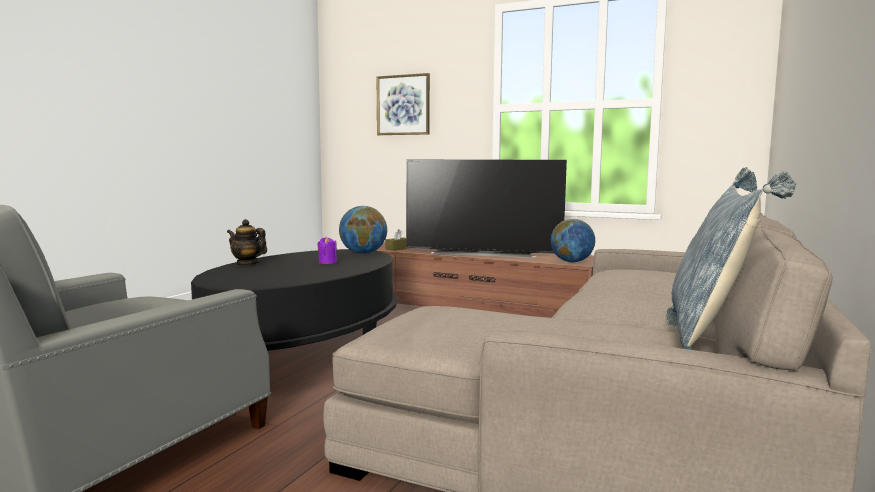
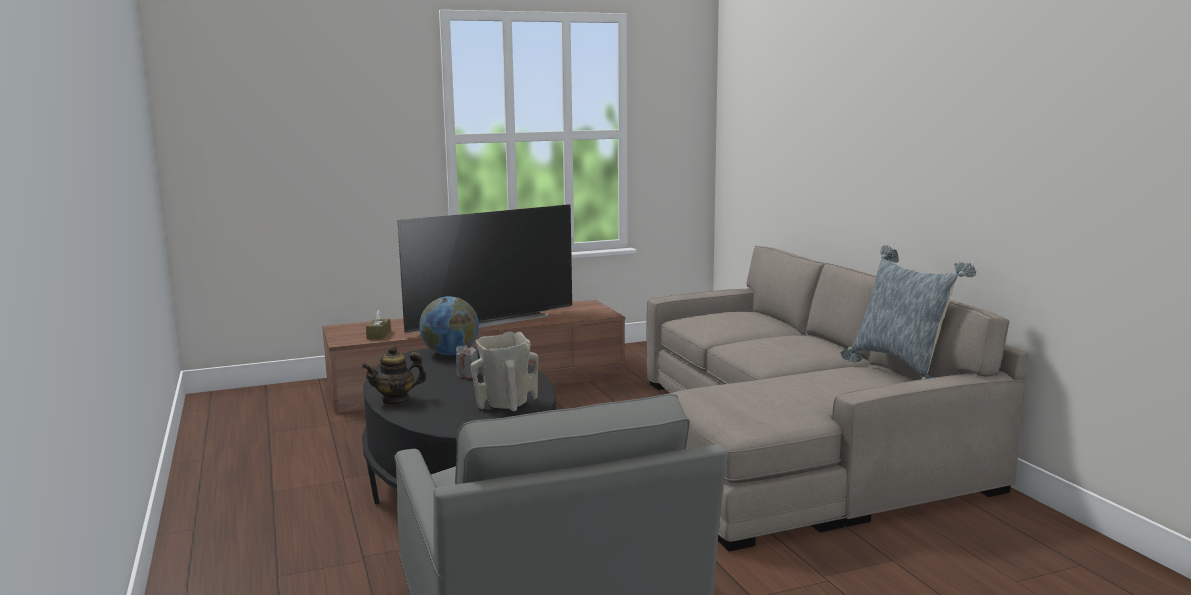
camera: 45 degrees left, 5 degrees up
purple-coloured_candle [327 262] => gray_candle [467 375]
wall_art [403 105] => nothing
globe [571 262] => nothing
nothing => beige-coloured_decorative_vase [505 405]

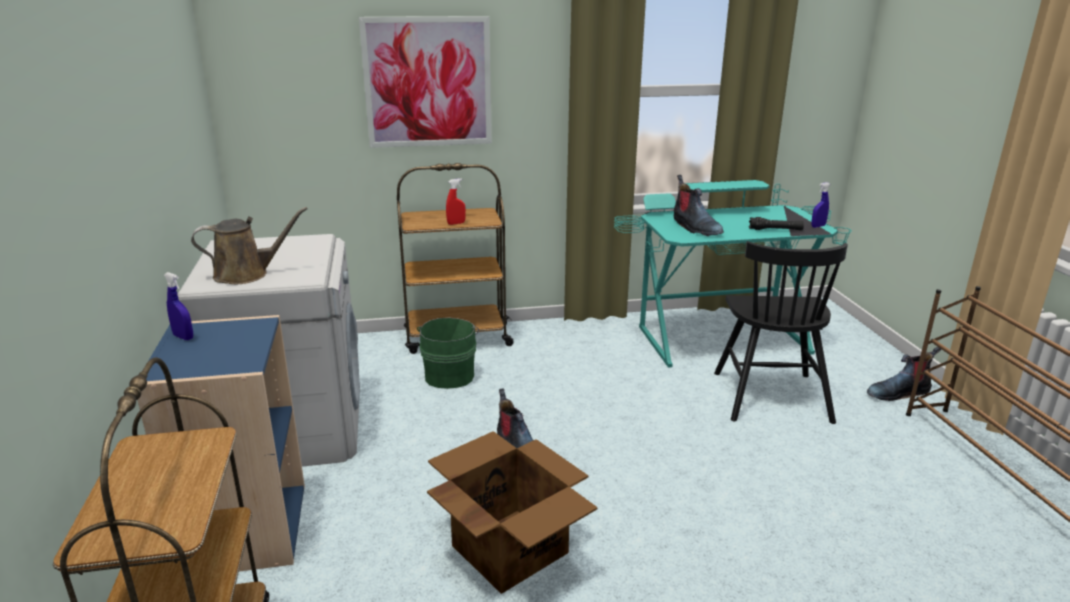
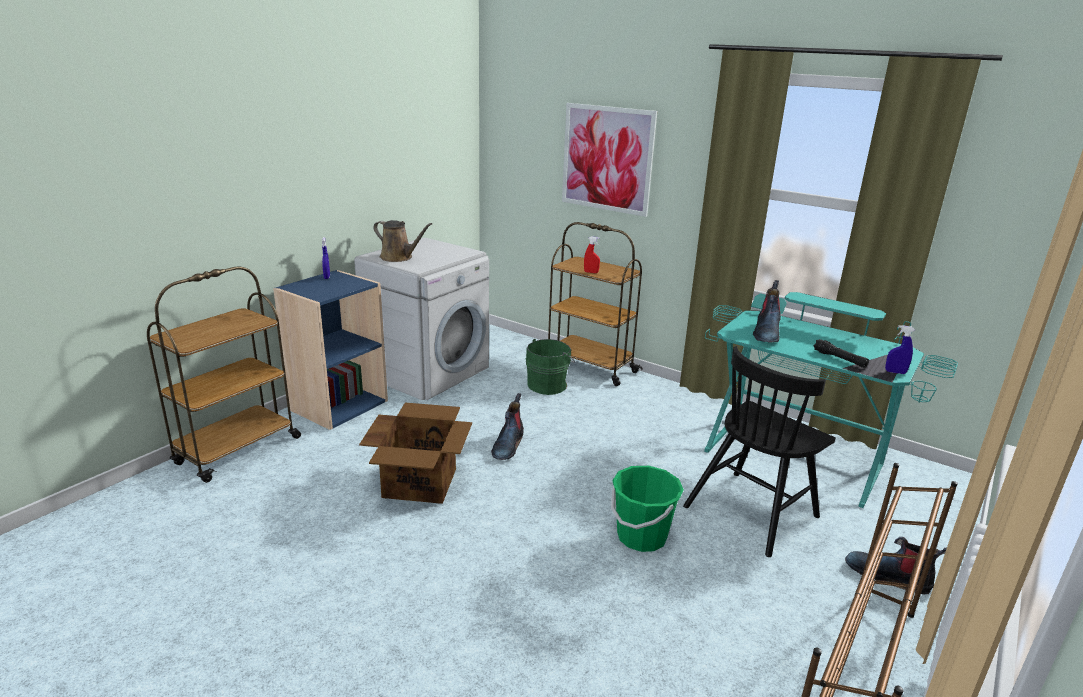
camera: 45 degrees right, 0 degrees up
nothing => green_water_bucket [641 536]

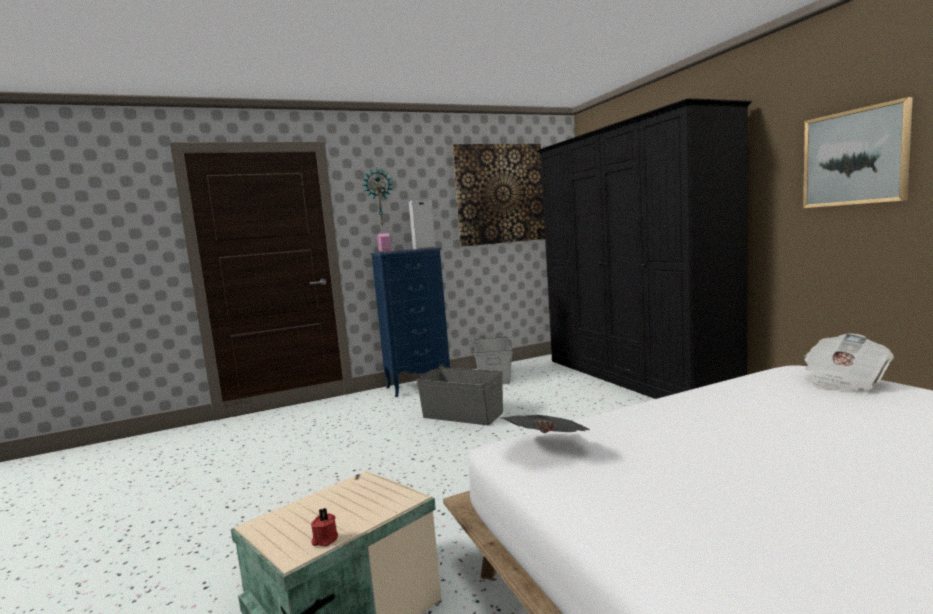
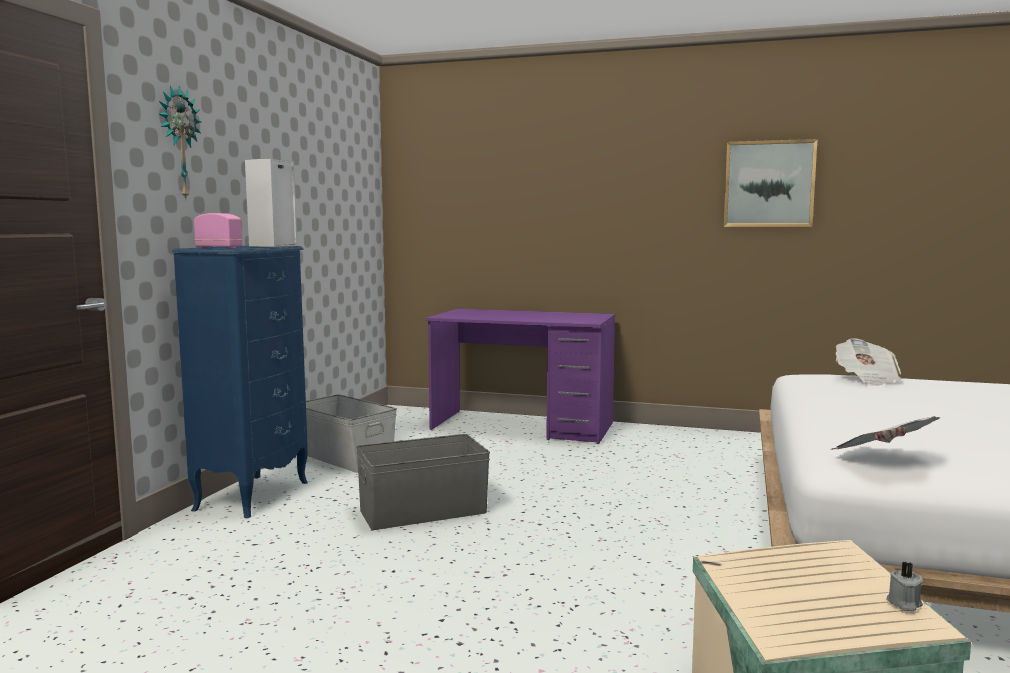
camera: 50 degrees left, 0 degrees up
red_candle [325 540] => gray_candle [904 603]
wall_art [500 194] => nothing
blackish_clothes_cupboard [634 377] => purple-coloured_desk_unit [522 427]

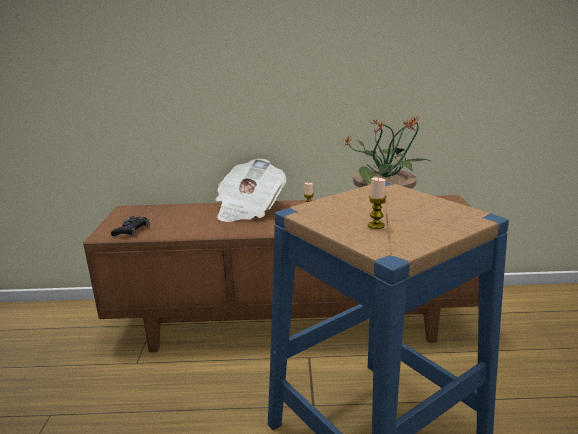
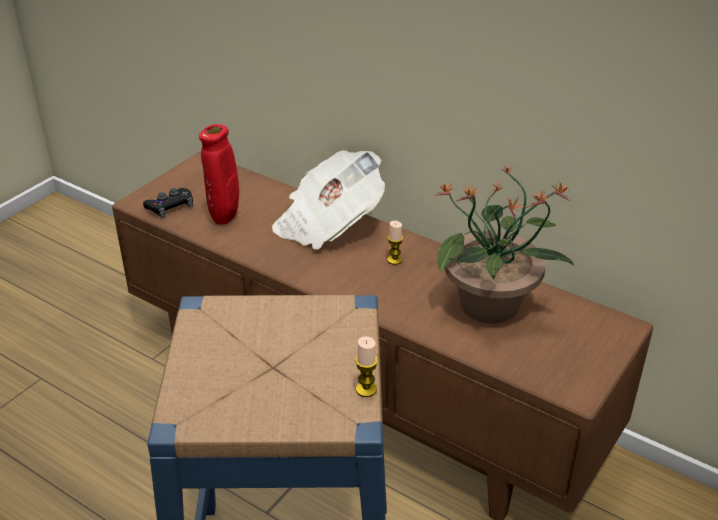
camera: 35 degrees right, 15 degrees up
candle [376 225] => candle [366 389], relocated
nothing => red_decorative_vase [225 220]

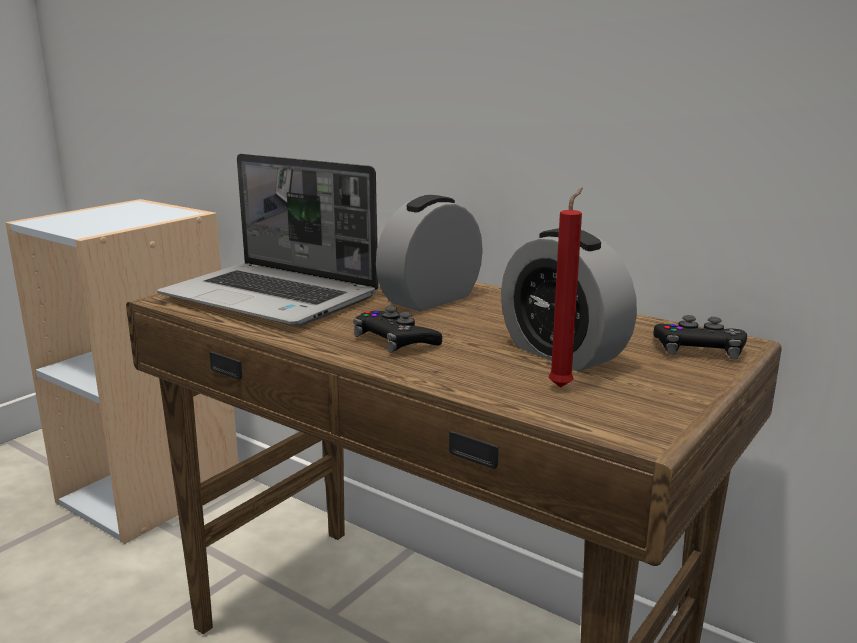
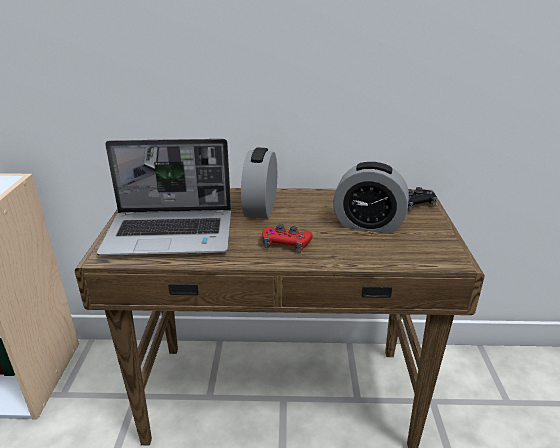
camera: 35 degrees left, 10 degrees up
blackish_joypad [395 340] => red_joypad [286 243]
red_candle [562 386] => nothing

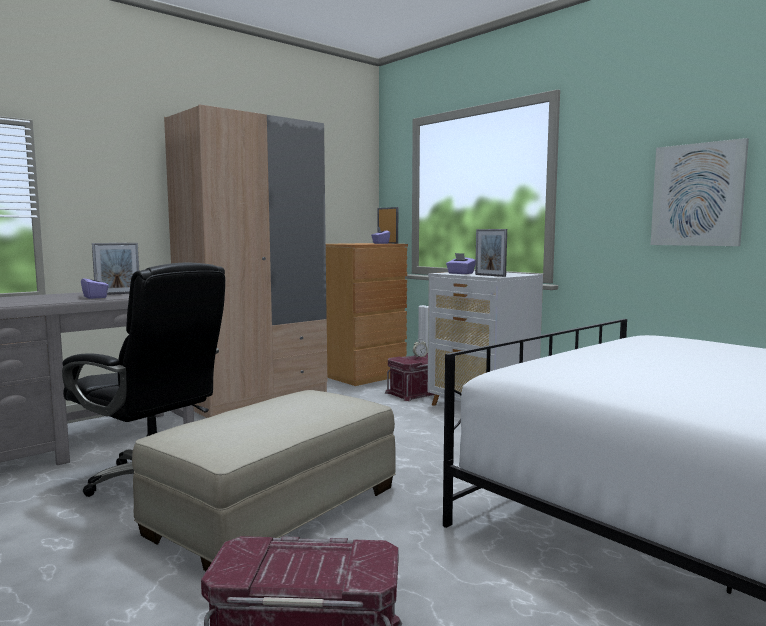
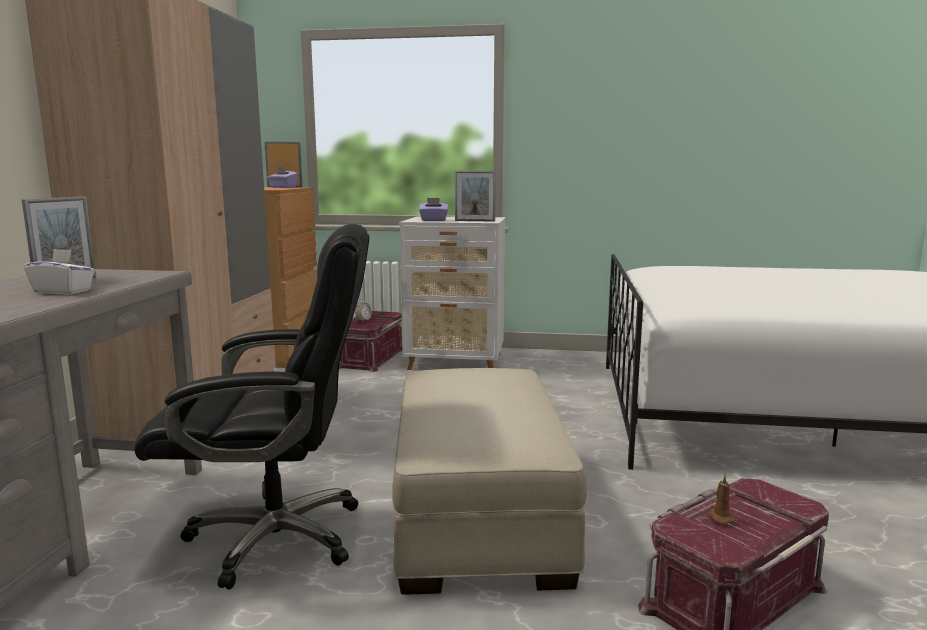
camera: 40 degrees left, 5 degrees up
purple-coloured_tissue_box [95 297] => whitish_tissue_box [63 291]
wall_art [697 195] => nothing
nothing => brown_candle [720 517]

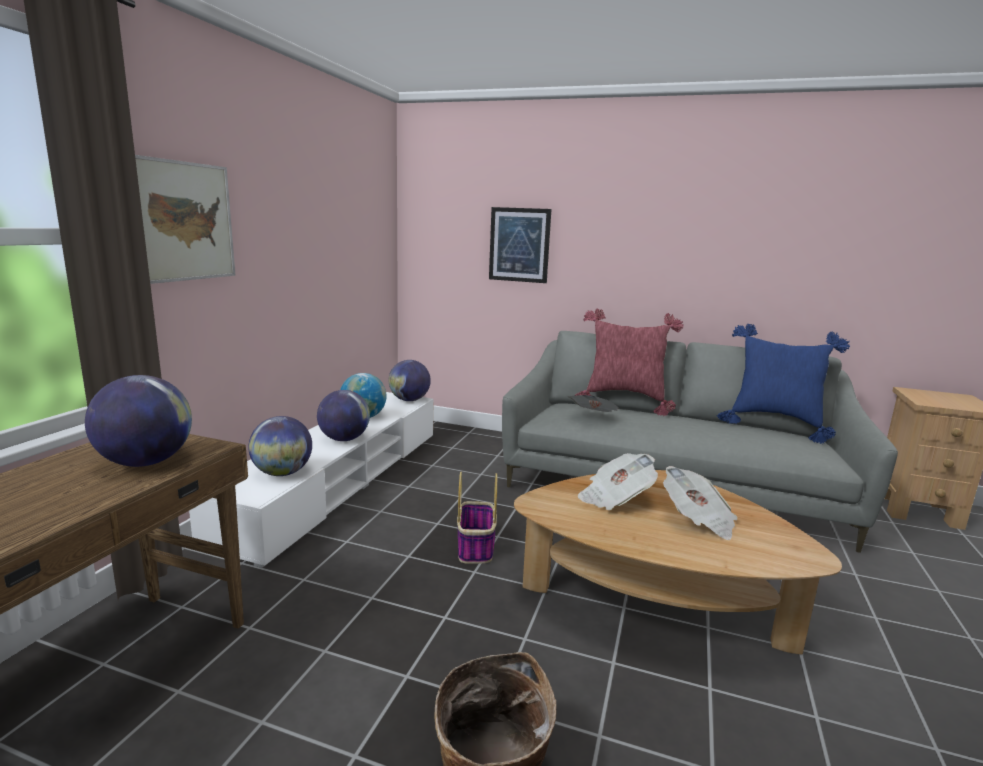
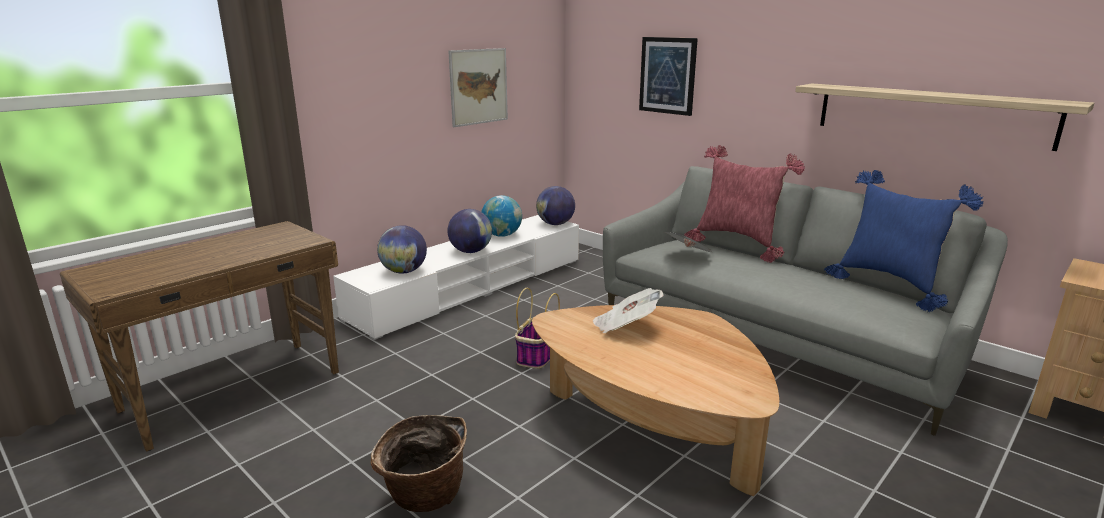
camera: 25 degrees right, 5 degrees up
globe [146 462] => nothing
wall_art [186 221] => wall_art [479 86], relocated
newspaper [698 520] => nothing
nothing => bracket_shelf [930 114]

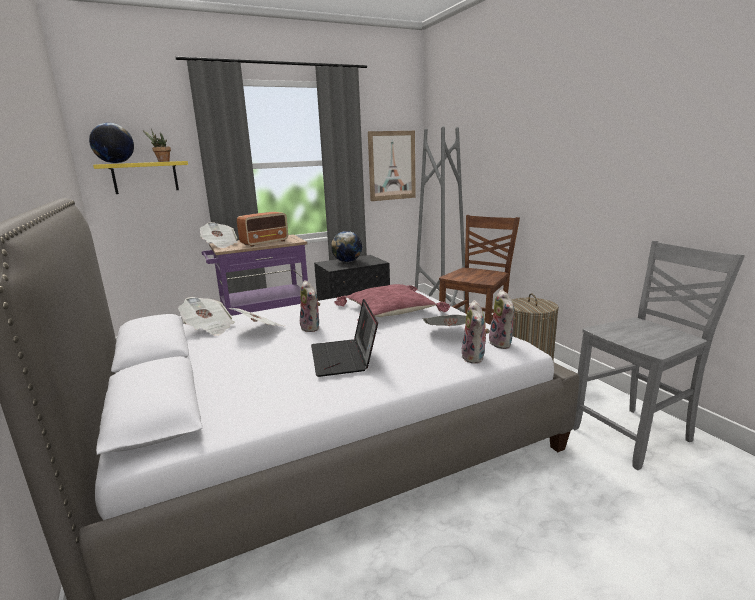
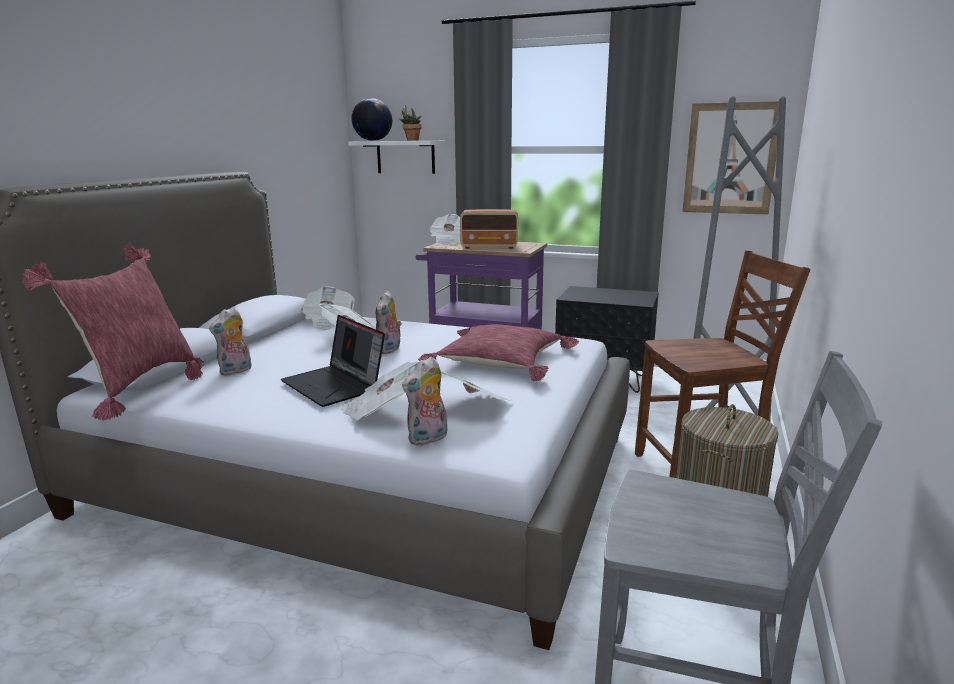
camera: 45 degrees right, 0 degrees up
yellow-coloured_bracket_shelf [145 177] => whitish_bracket_shelf [405 157]
notebook_computer [344 358] => notebook_computer [335 385], 75 degrees counterclockwise
globe [347 261] => nothing
plush_toy [502 344] => plush_toy [236 371], relocated
nothing => red_throw_pillow [137 397]
nothing => newspaper [382 411]

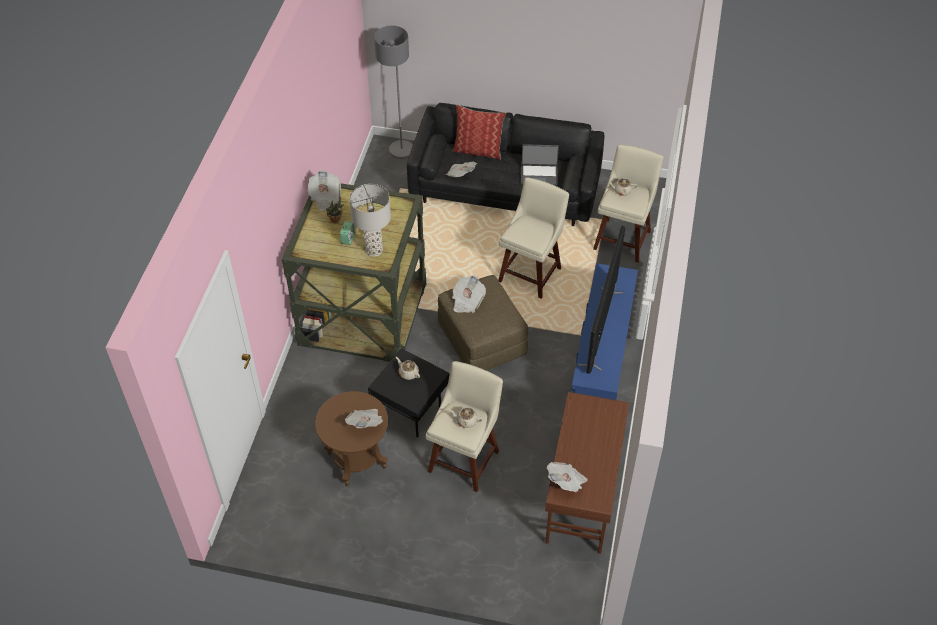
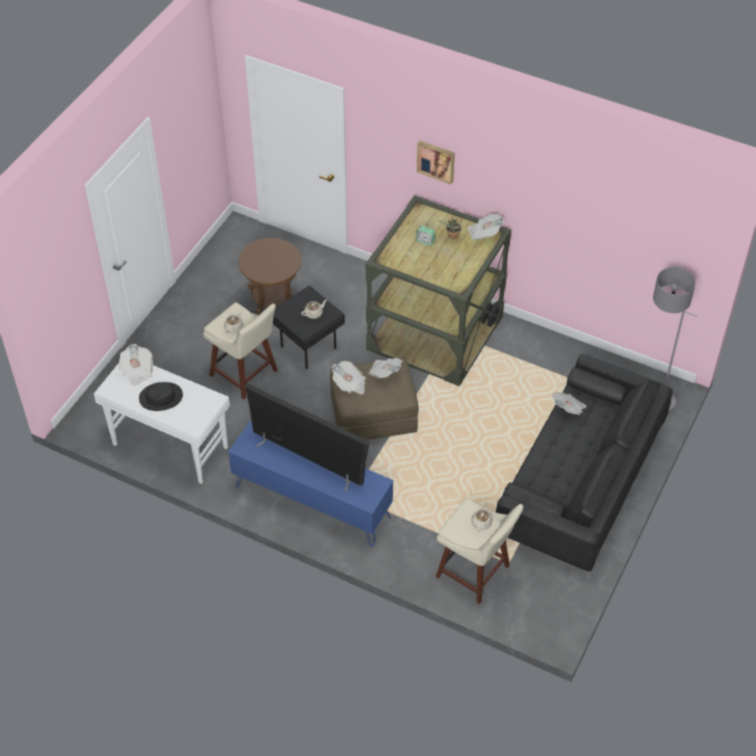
camera: 105 degrees right, 0 degrees up
newspaper [365 423] => newspaper [349 384], relocated
whitish_lamp_for_a_table [374 250] => nothing
throw_pillow [478 150] => nothing
beige-coloured_stool [531 273] => nothing
notebook_computer [539 175] => nothing
brown_console_table [582 500] => whitish_console_table [169 446]
nothing => blackish_hat [161 397]
nothing => wall_art [436 161]

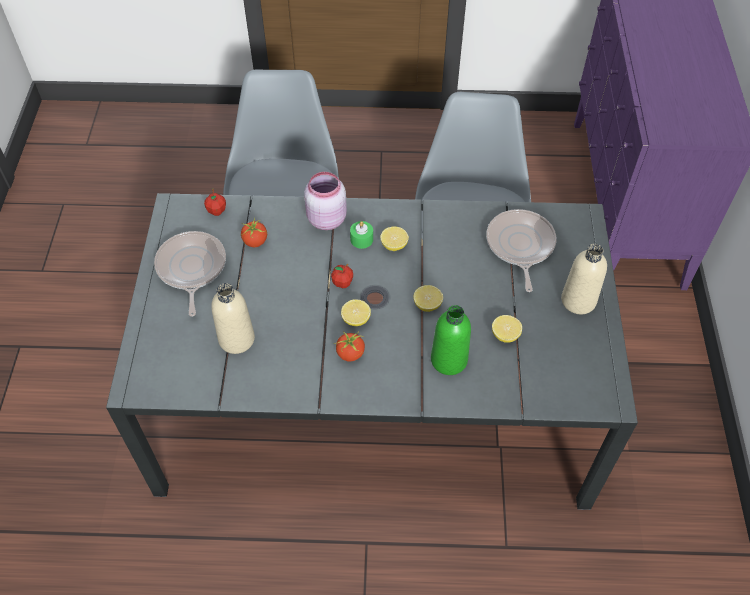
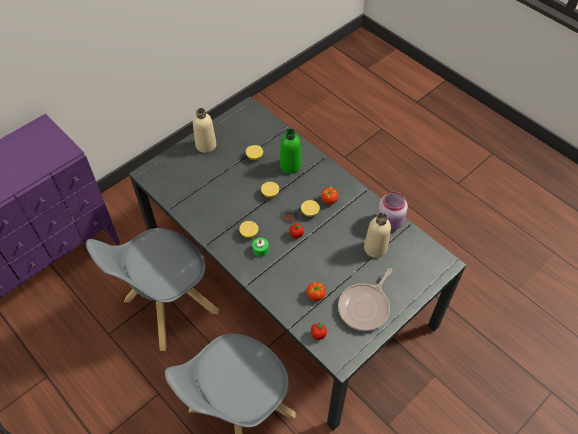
camera: 135 degrees left, 0 degrees up
pinkish_storage_jar [325 219] => pinkish_storage_jar [390 222], relocated
frying_pan [519 246] => nothing

